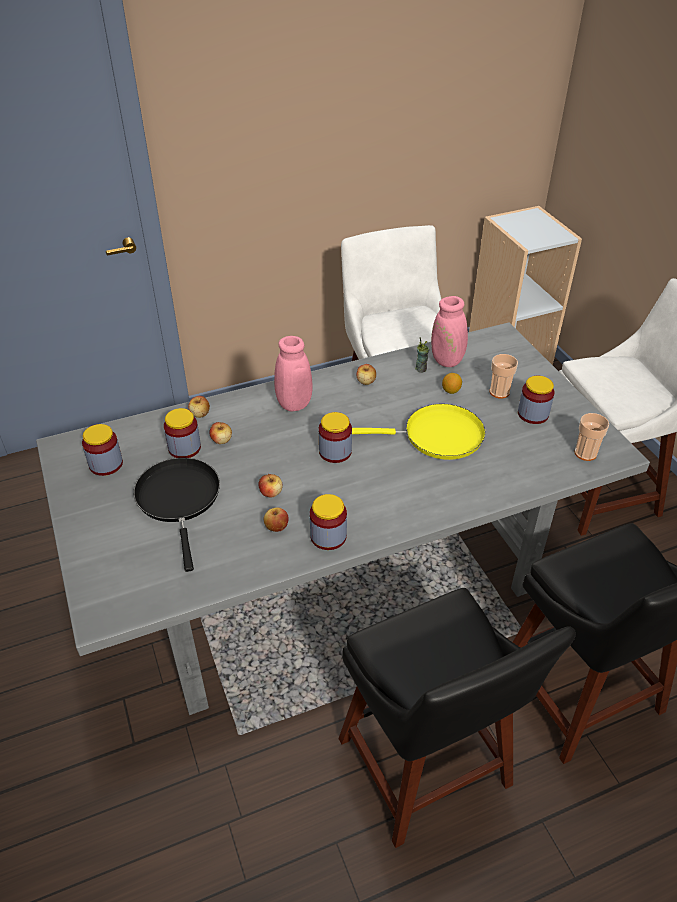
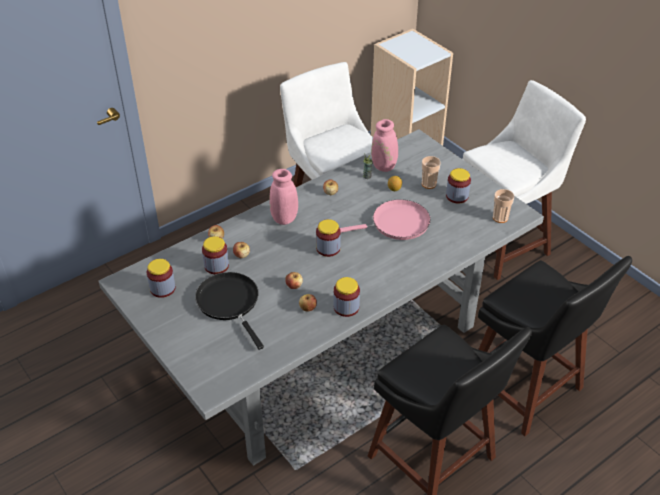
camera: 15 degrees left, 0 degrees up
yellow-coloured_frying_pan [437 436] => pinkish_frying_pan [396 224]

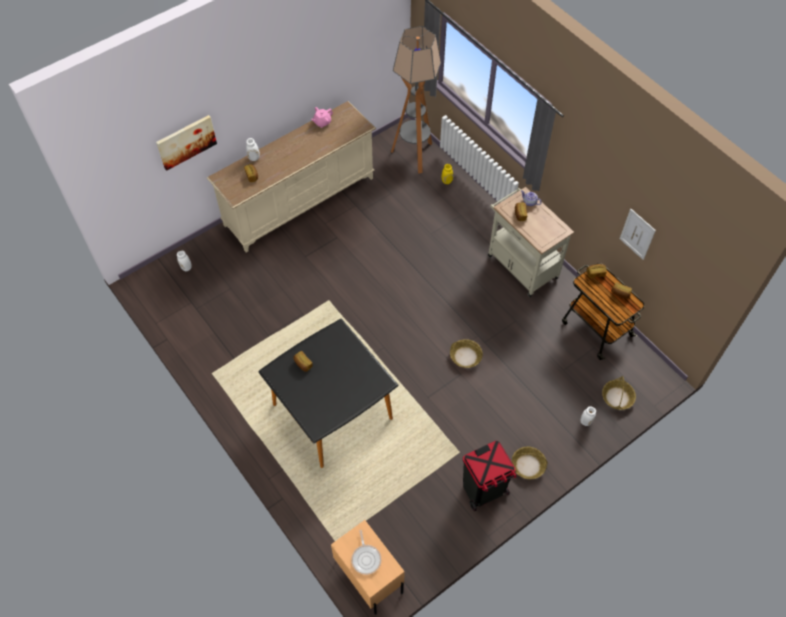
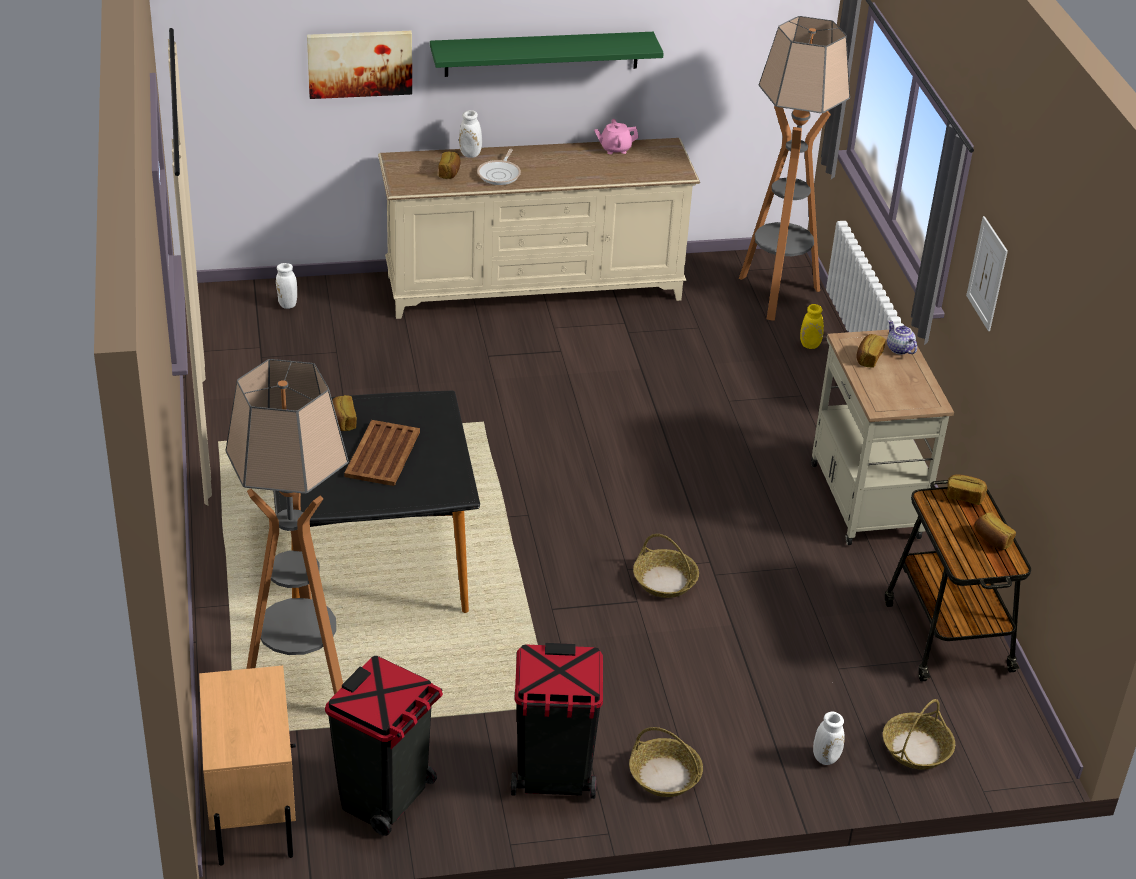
camera: 25 degrees right, 20 degrees down
frying_pan [366 558] => frying_pan [500 174], relocated
wall_art [637 234] => wall_art [987 273], relocated
nothing => floor_lamp [300 689]
nothing => blackish_trash_can [385 797]
nothing => brown_carrying_tray [382 454]
nothing => green_bracket_shelf [542 54]

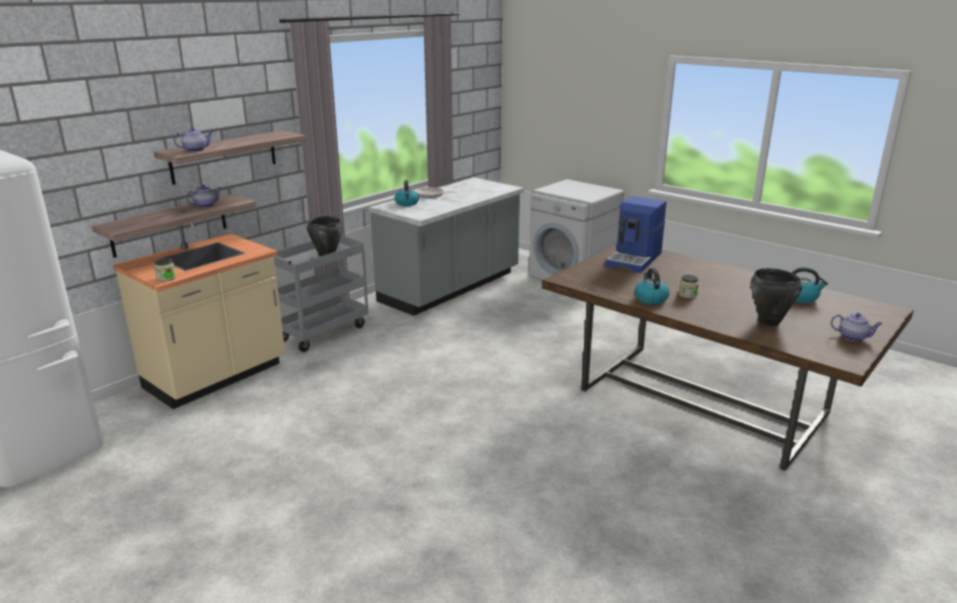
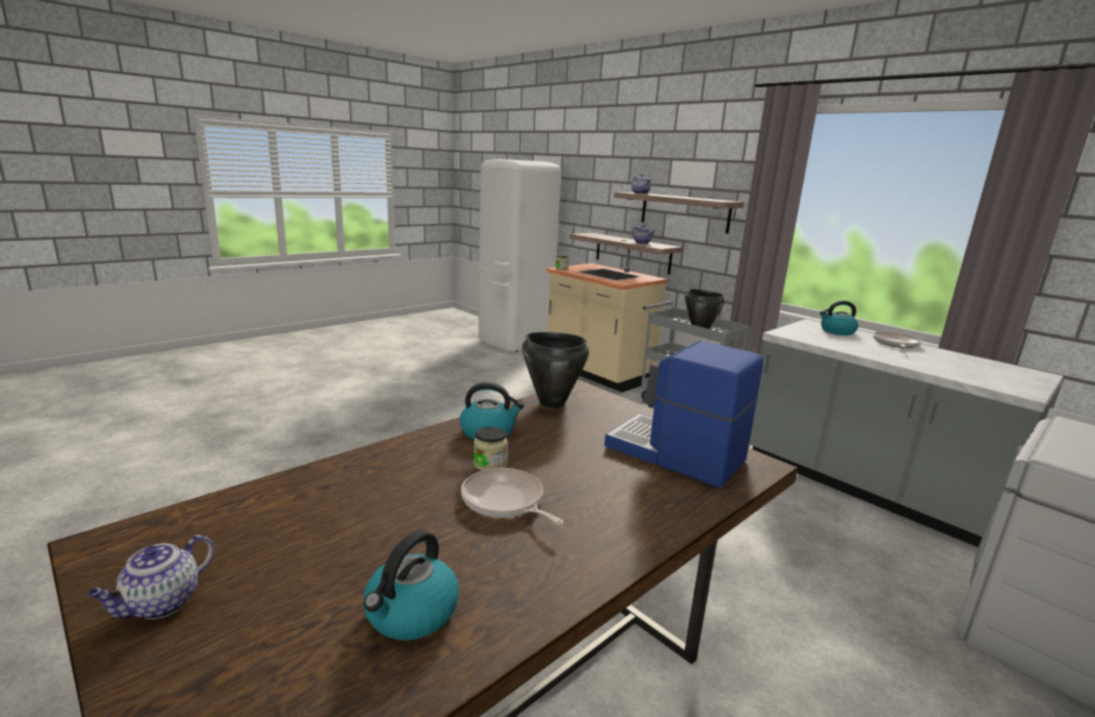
camera: 95 degrees right, 5 degrees down
blackish_saucepot [769 322] => blackish_saucepot [551 403], relocated
nothing => frying_pan [505 502]

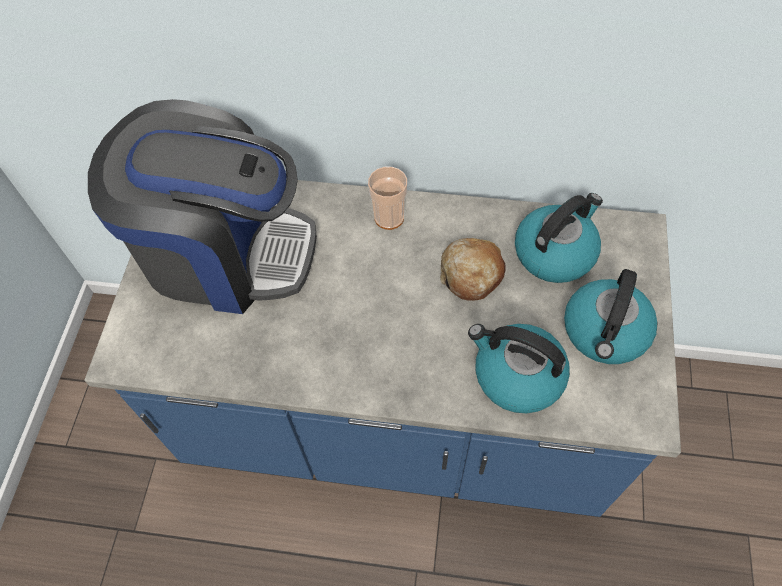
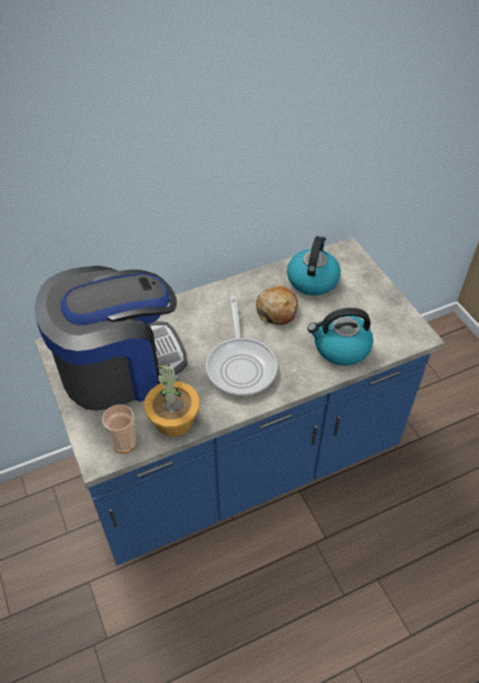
camera: 35 degrees left, 10 degrees down
drinking_cup [389 217] => drinking_cup [124 443], relocated
water_kettle [605 332] => nothing
nothing => potted_plant [174 420]
nothing => frying_pan [241 365]

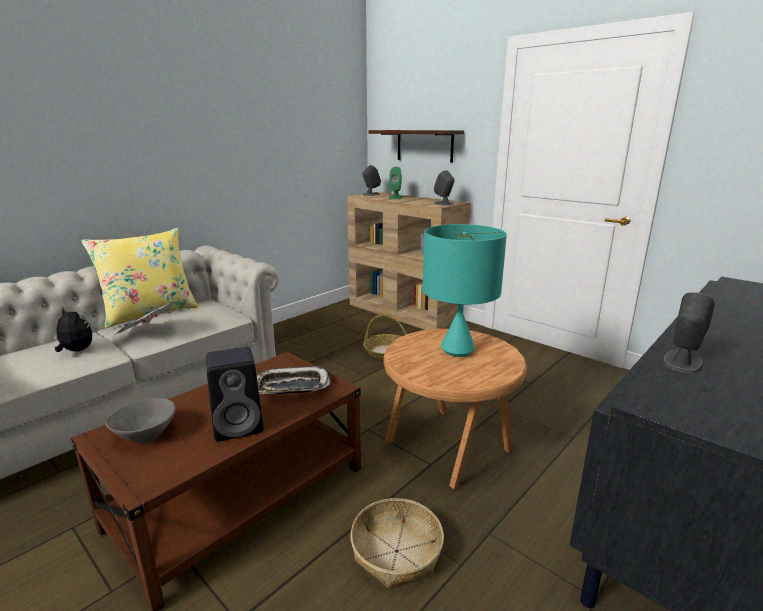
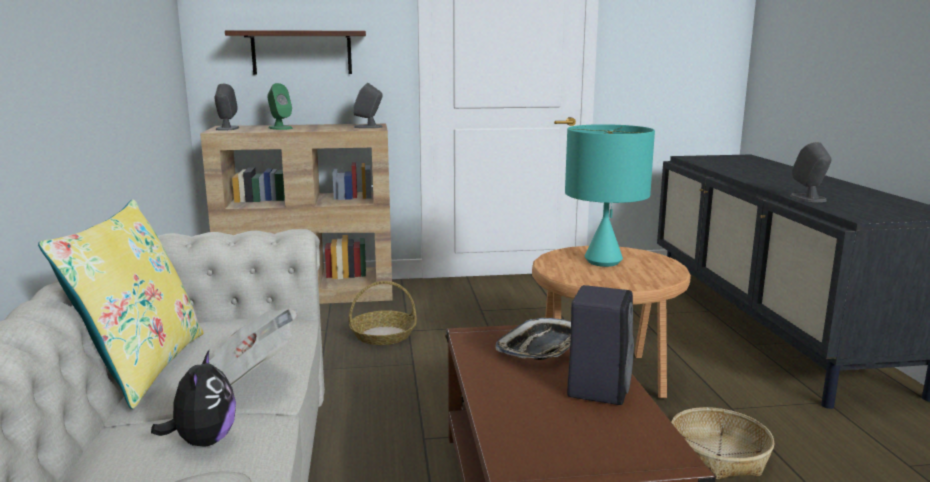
camera: 50 degrees left, 5 degrees down
plush_toy [76 351] => plush_toy [203 441], 105 degrees clockwise
gray_serving_bowl [145 435] => nothing

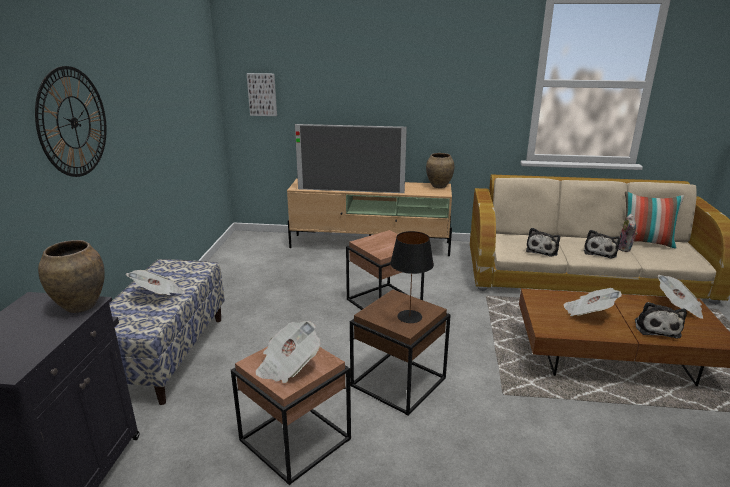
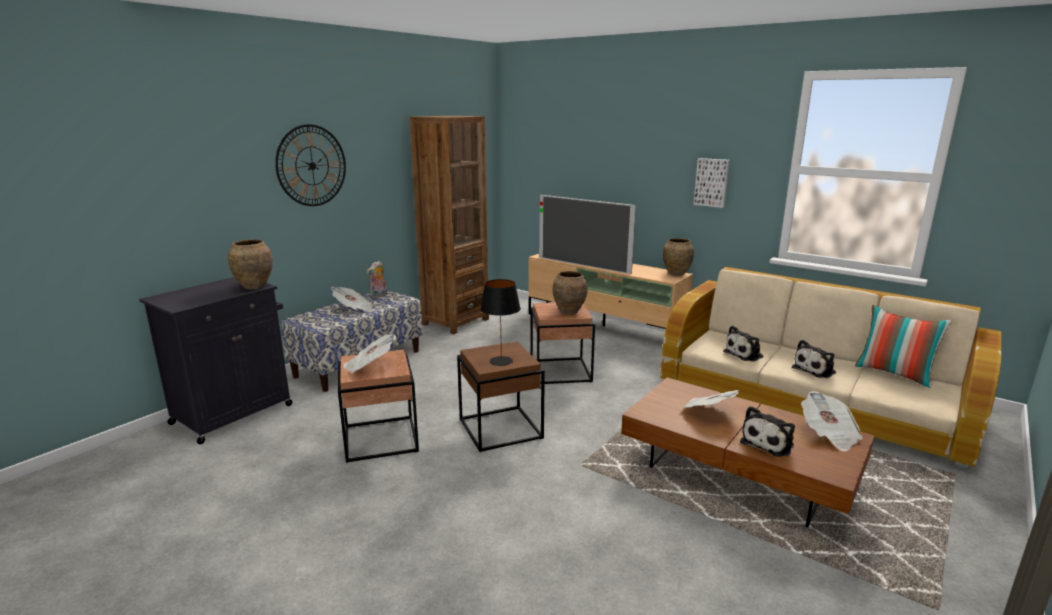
camera: 30 degrees right, 5 degrees down
wall_art [262 94] => wall_art [712 182], relocated
plush_toy [625 249] => plush_toy [379 296], relocated
nothing => brown_bookshelf [455 322]
nothing => brown_decorative_vase [569 311]

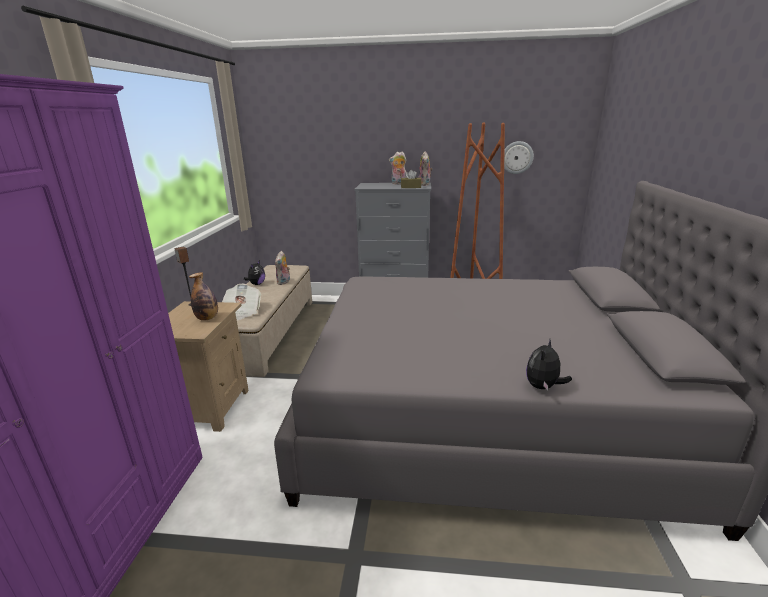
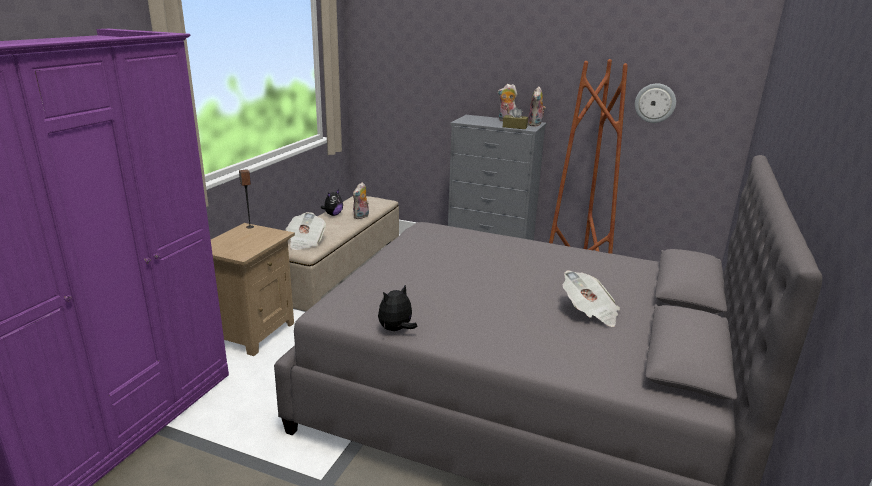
camera: 15 degrees right, 0 degrees up
bottle [207 318] => nothing
plush_toy [543 387] => plush_toy [396 330], relocated
nothing => newspaper [589 312]

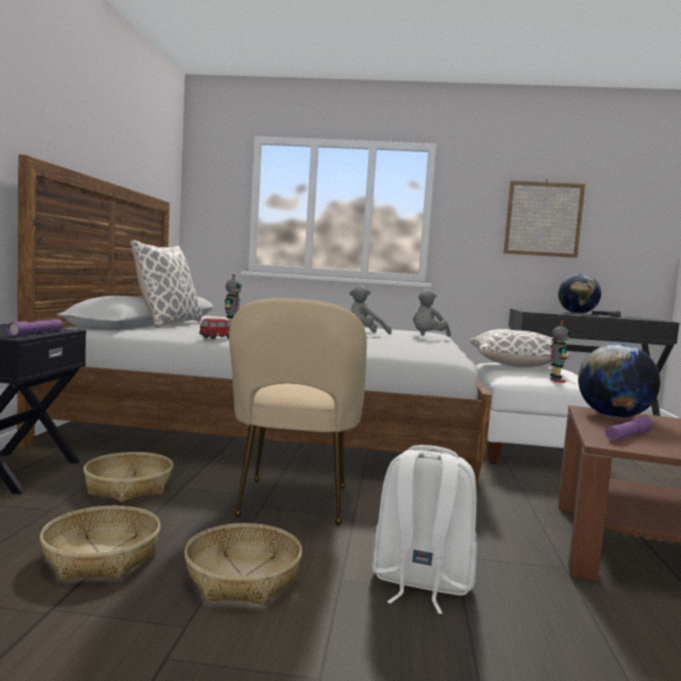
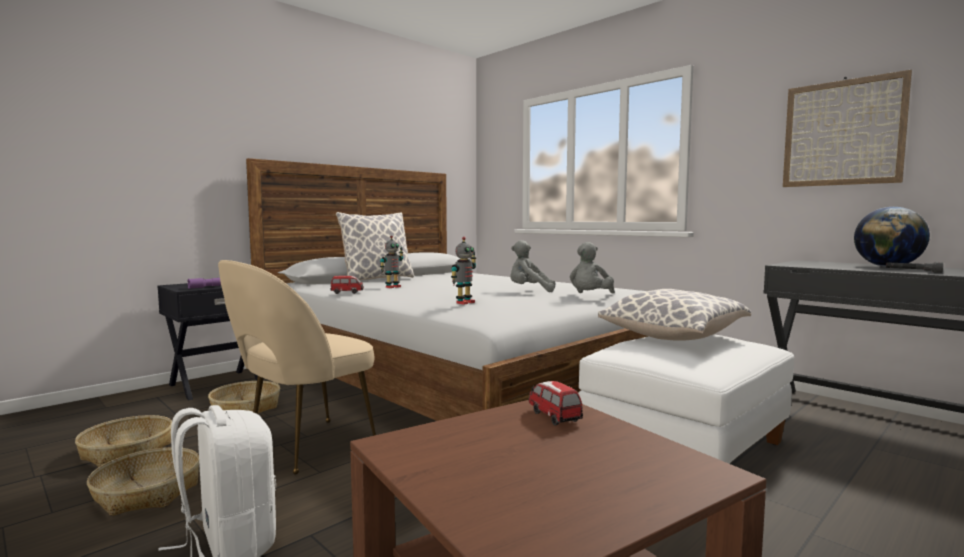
camera: 40 degrees right, 0 degrees up
gray_plush_toy [427 337] => gray_plush_toy [590 297], 45 degrees counterclockwise
model_robot [556 381] => model_robot [464 302], relocated
globe [614 416] => miniature_car [553 416]
purple-coloured_hand_torch [628 436] => nothing

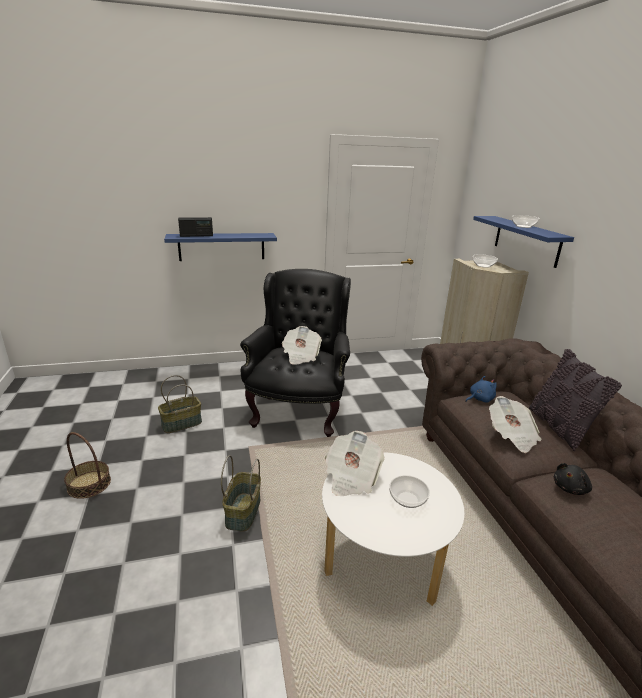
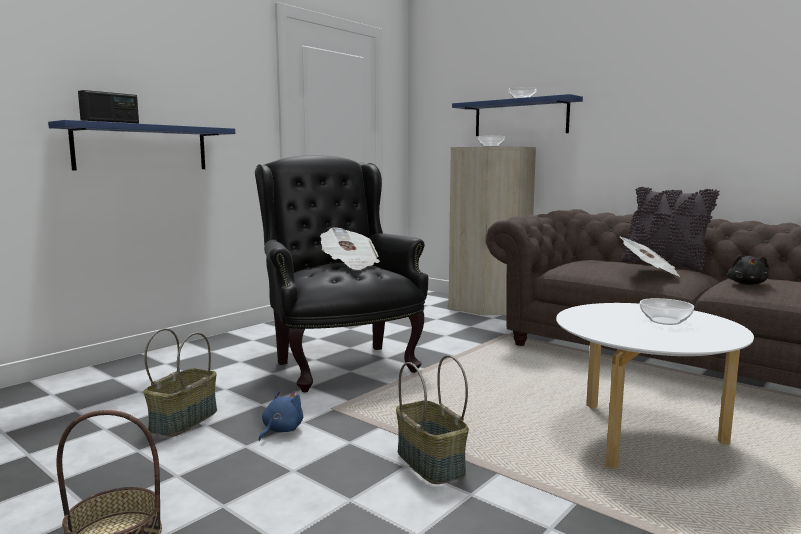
camera: 35 degrees left, 15 degrees down
newspaper [351 477] => nothing
blue-coloured_plush_toy [479 399] => blue-coloured_plush_toy [280 430], relocated

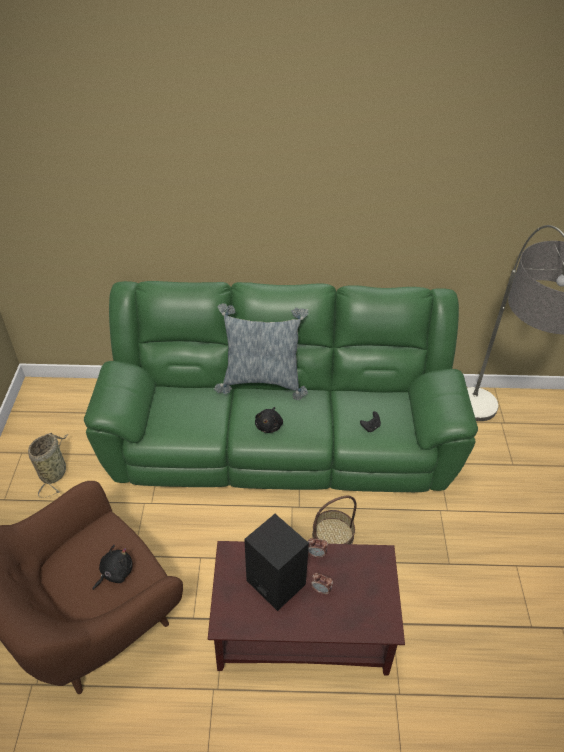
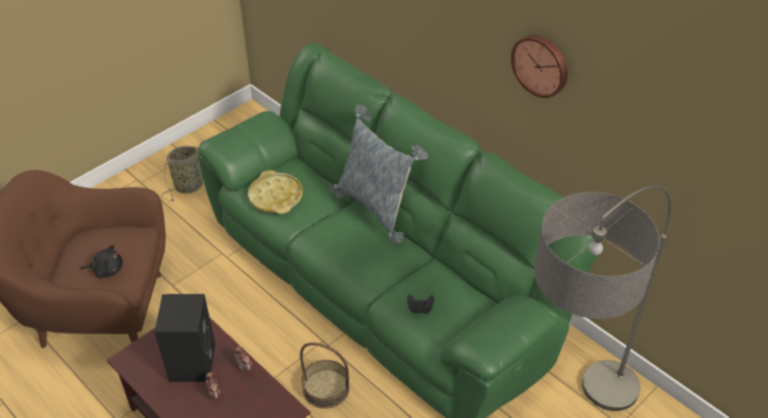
camera: 45 degrees right, 0 degrees up
blackish_plush_toy [269 425] => nothing
nothing => yellow-coloured_carrying_tray [276 197]
nothing => clock_on_the_wall [541 64]

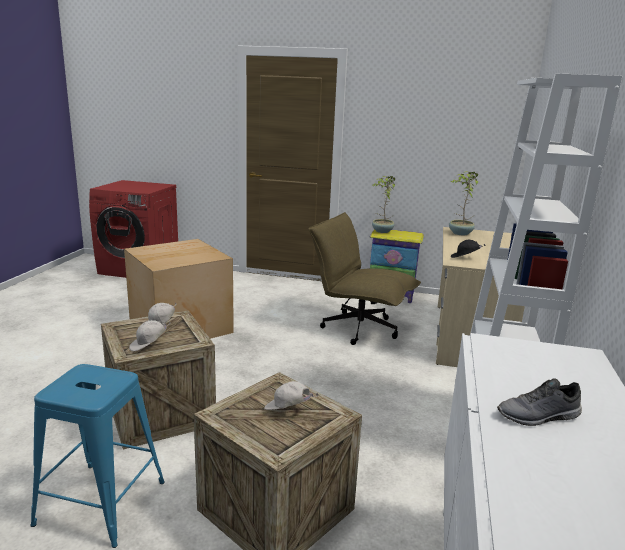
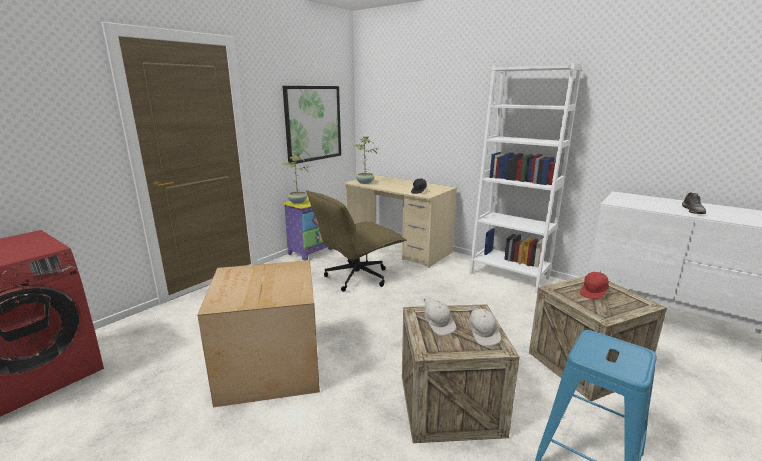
camera: 65 degrees left, 0 degrees up
whitish_peaked_cap [288 410] => red_peaked_cap [594 293]
nothing => wall_art [313 123]

